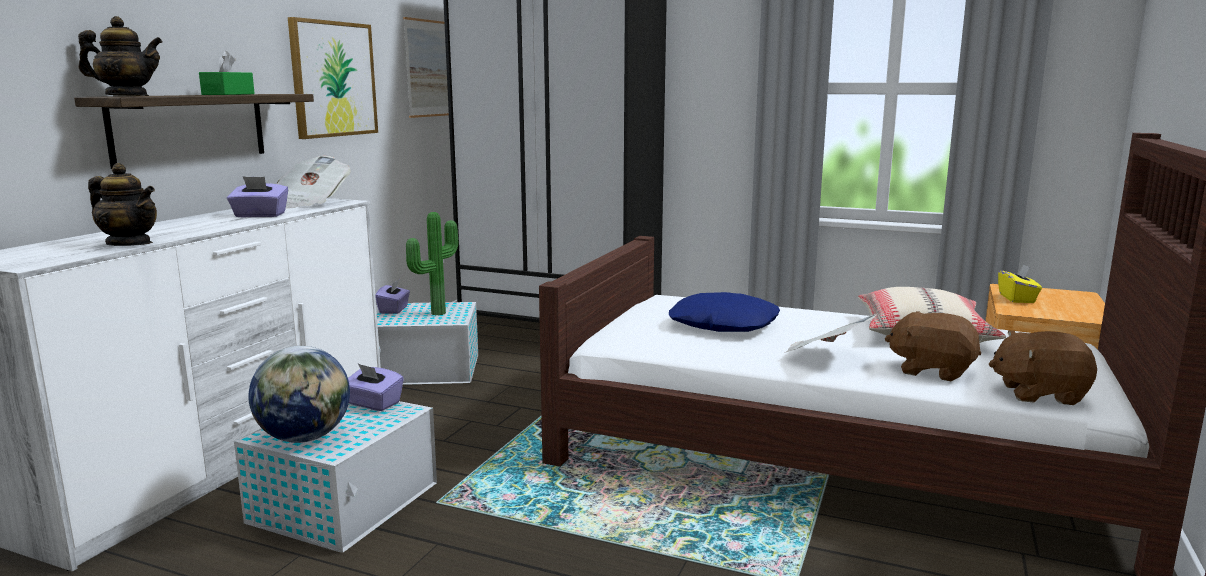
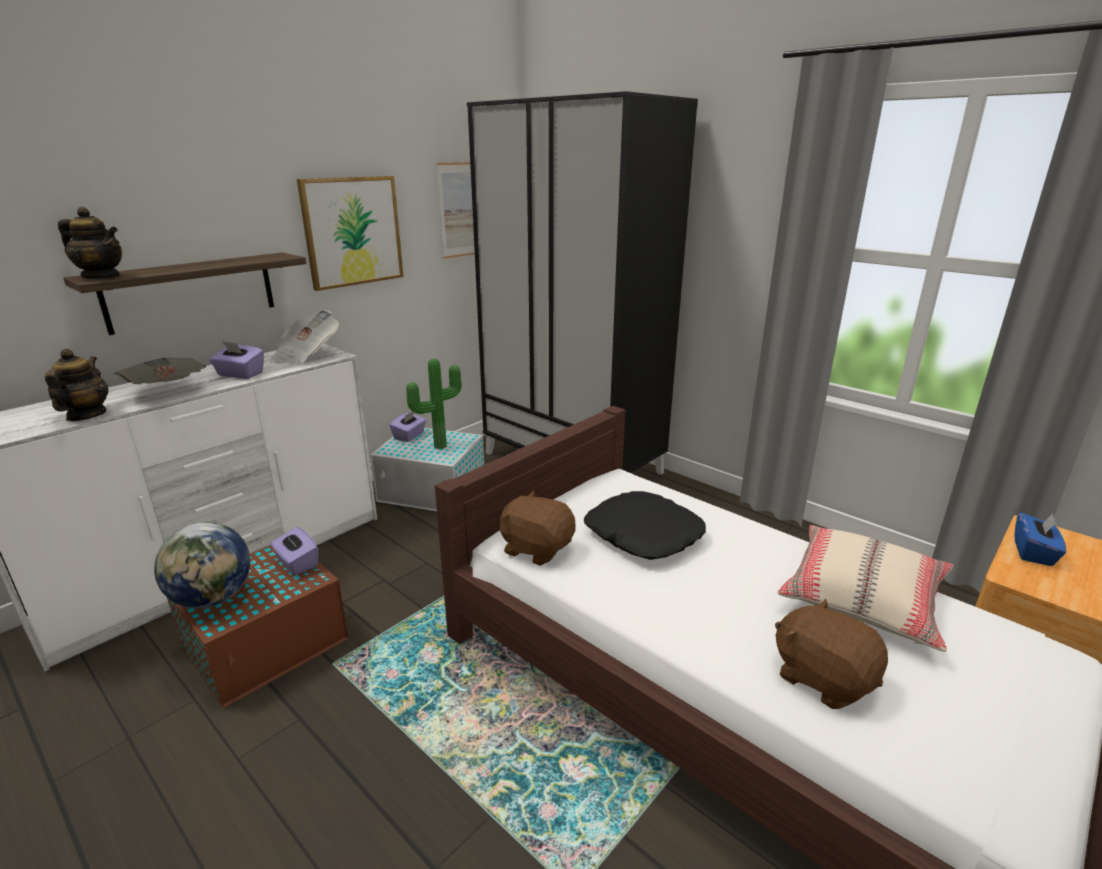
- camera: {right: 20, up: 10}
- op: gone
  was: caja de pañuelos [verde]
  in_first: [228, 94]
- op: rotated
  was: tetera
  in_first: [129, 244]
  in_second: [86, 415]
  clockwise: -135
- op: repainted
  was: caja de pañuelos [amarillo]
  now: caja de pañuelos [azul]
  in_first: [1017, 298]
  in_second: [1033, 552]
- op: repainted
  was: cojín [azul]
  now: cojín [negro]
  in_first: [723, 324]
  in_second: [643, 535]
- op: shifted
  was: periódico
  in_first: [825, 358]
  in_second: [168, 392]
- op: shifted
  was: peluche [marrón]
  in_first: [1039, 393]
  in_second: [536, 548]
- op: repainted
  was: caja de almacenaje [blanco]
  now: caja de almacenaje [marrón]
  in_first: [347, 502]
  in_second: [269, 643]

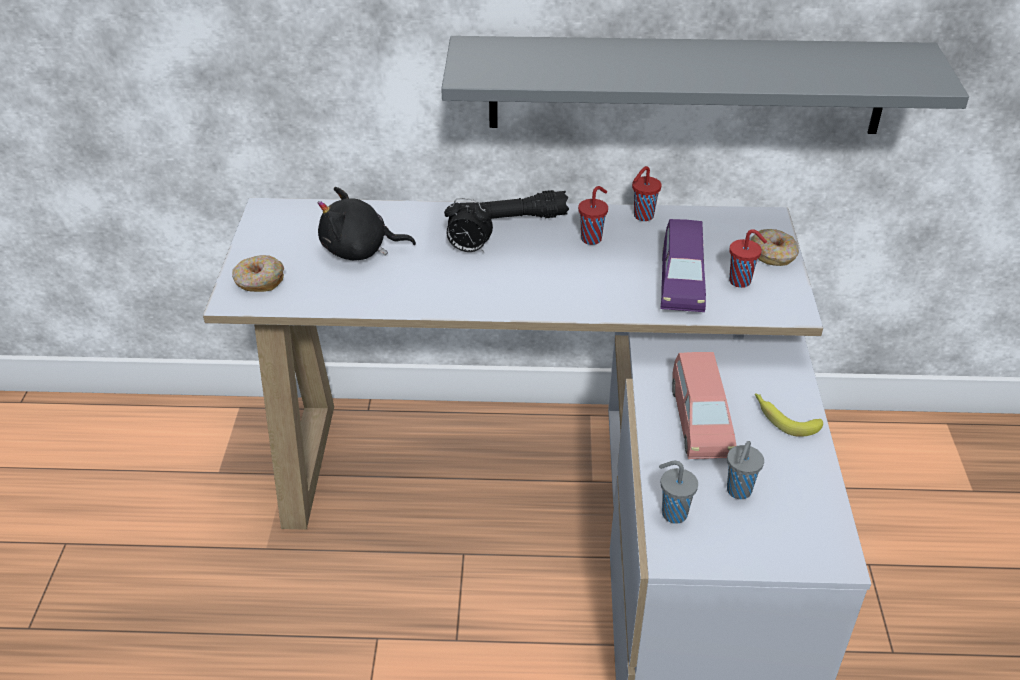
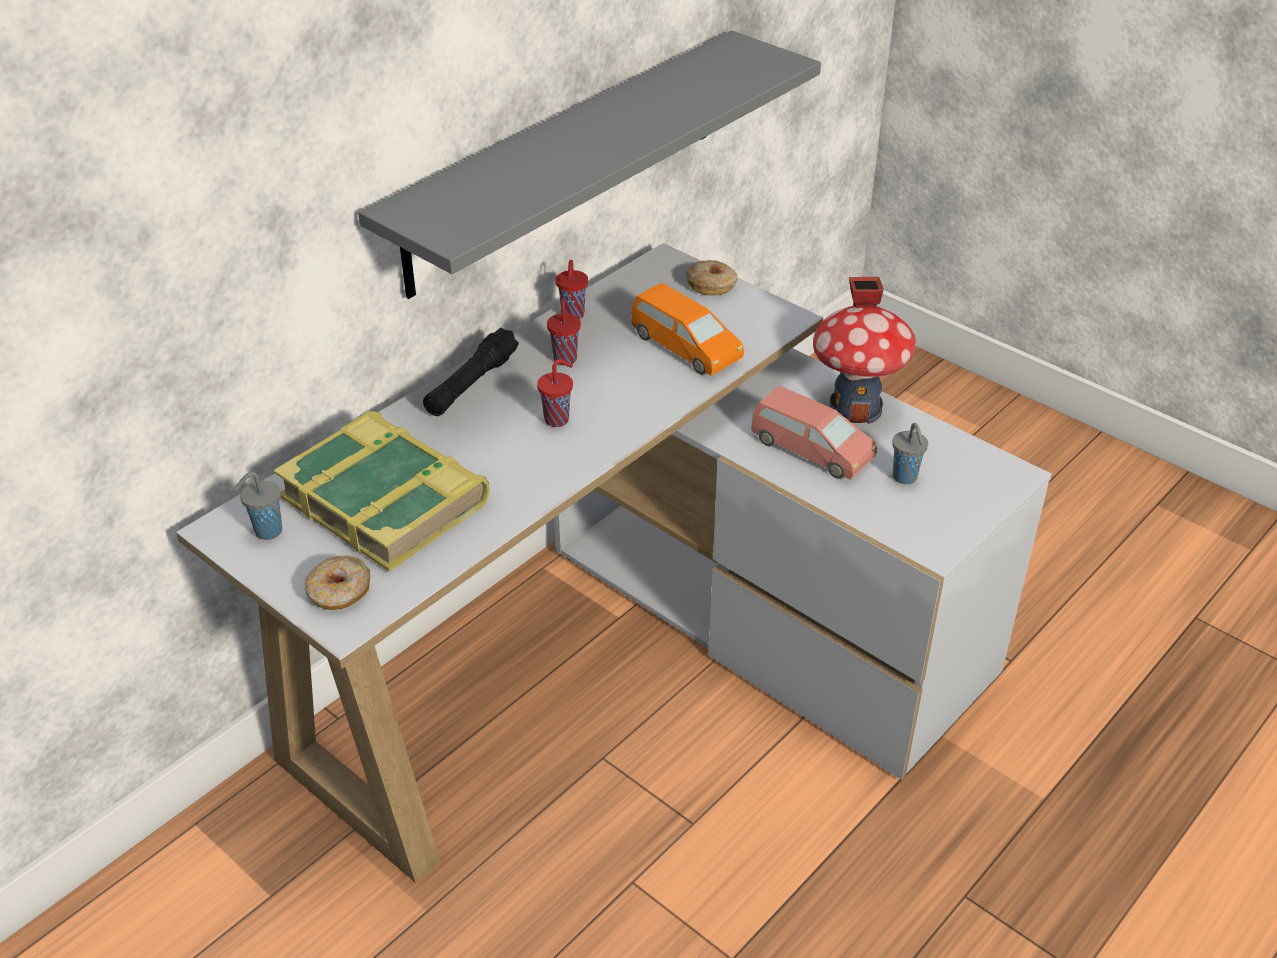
- camera: {right: -50, up: 0}
- op: swapped
  was: peluche [negro]
  now: libro
  in_first: [360, 250]
  in_second: [386, 500]
- op: gone
  was: despertador
  in_first: [468, 250]
- op: repainted
  was: coche de juguete [morado]
  now: coche de juguete [naranja]
  in_first: [681, 282]
  in_second: [685, 347]
- op: shifted
  was: taza [rojo]
  in_first: [741, 281]
  in_second: [558, 419]
- op: swapped
  was: plátano
  now: casita
  in_first: [783, 418]
  in_second: [855, 408]
- op: shifted
  was: taza [gris]
  in_first: [672, 513]
  in_second: [266, 532]

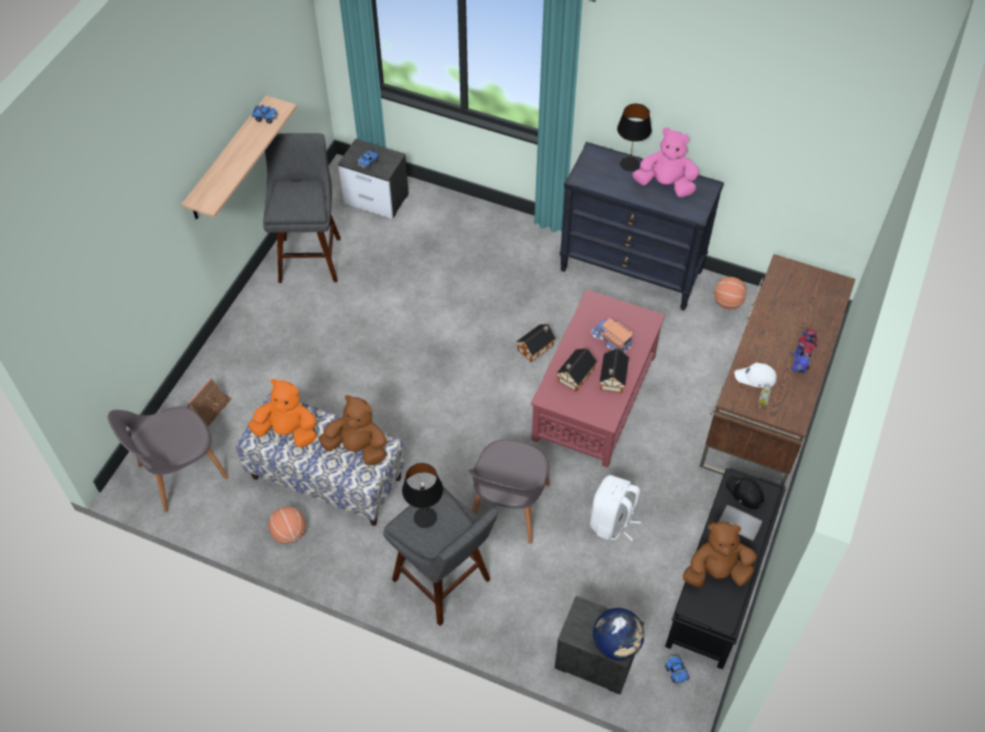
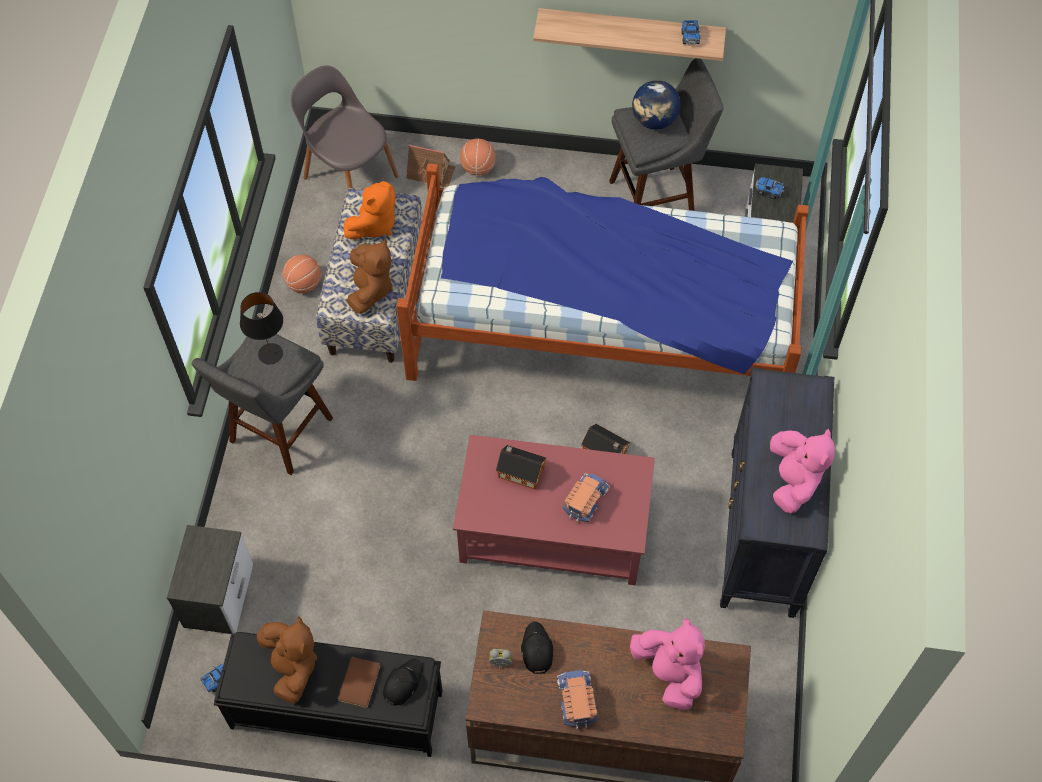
- camera: {right: 75, up: 5}
- op: gone
  was: lámpara de mesa [negro]
  in_first: [629, 164]
- op: shifted
  was: balón de baloncesto
  in_first: [727, 302]
  in_second: [478, 168]
- op: swapped
  was: robot de juguete
  now: camión de juguete
  in_first: [800, 363]
  in_second: [576, 700]
- op: gone
  was: casita
  in_first: [612, 379]
- op: repainted
  was: gorra [blanco]
  now: gorra [negro]
  in_first: [755, 378]
  in_second: [536, 650]
- op: rotated
  was: peluche [naranja]
  in_first: [288, 431]
  in_second: [374, 225]
  clockwise: 45
- op: gone
  was: silla [gris]
  in_first: [508, 507]
- op: gone
  was: mochila [blanco]
  in_first: [612, 521]
- op: repainted
  was: libro [gris]
  now: libro [marrón]
  in_first: [739, 523]
  in_second: [361, 683]
- op: shifted
  was: globo terráqueo
  in_first: [616, 644]
  in_second: [654, 121]
- op: new
  now: cama
  in_second: [600, 329]
- op: new
  now: peluche [rosa]
  in_second: [669, 673]

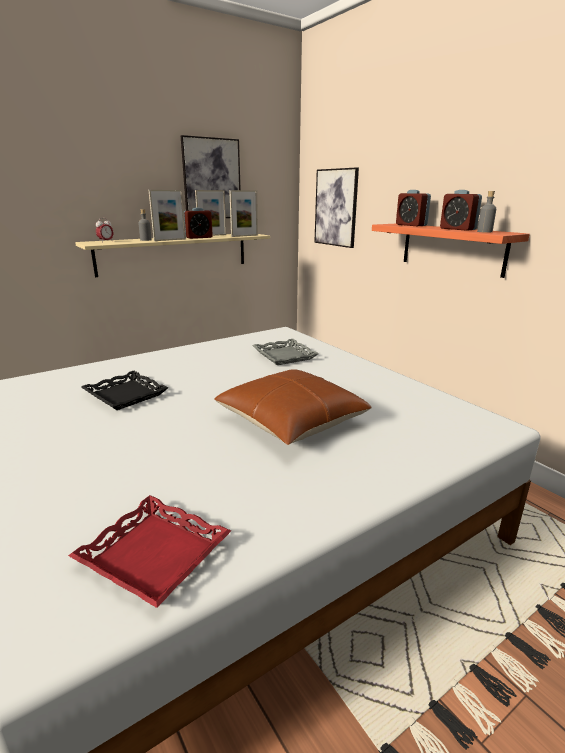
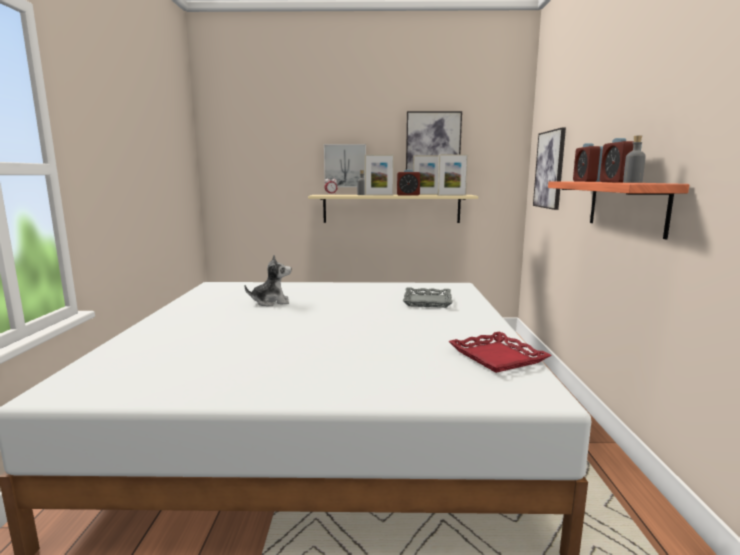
- camera: {right: 35, up: -10}
- op: gone
  was: cojín [marrón]
  in_first: [291, 421]
- op: swapped
  was: bandeja [negro]
  now: peluche
  in_first: [125, 395]
  in_second: [271, 302]
- op: shifted
  was: bandeja [rojo]
  in_first: [155, 554]
  in_second: [498, 357]
- op: new
  now: cuadro
  in_second: [345, 166]

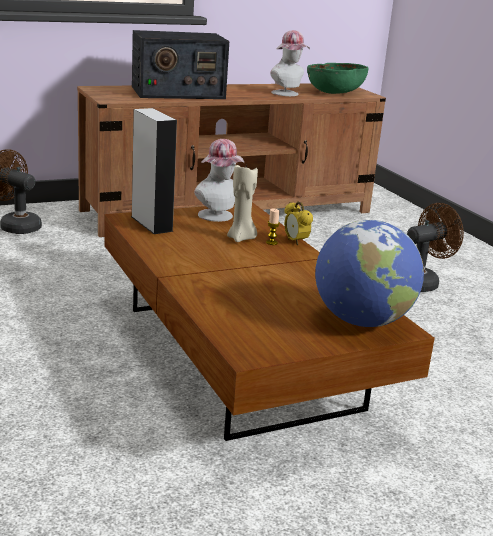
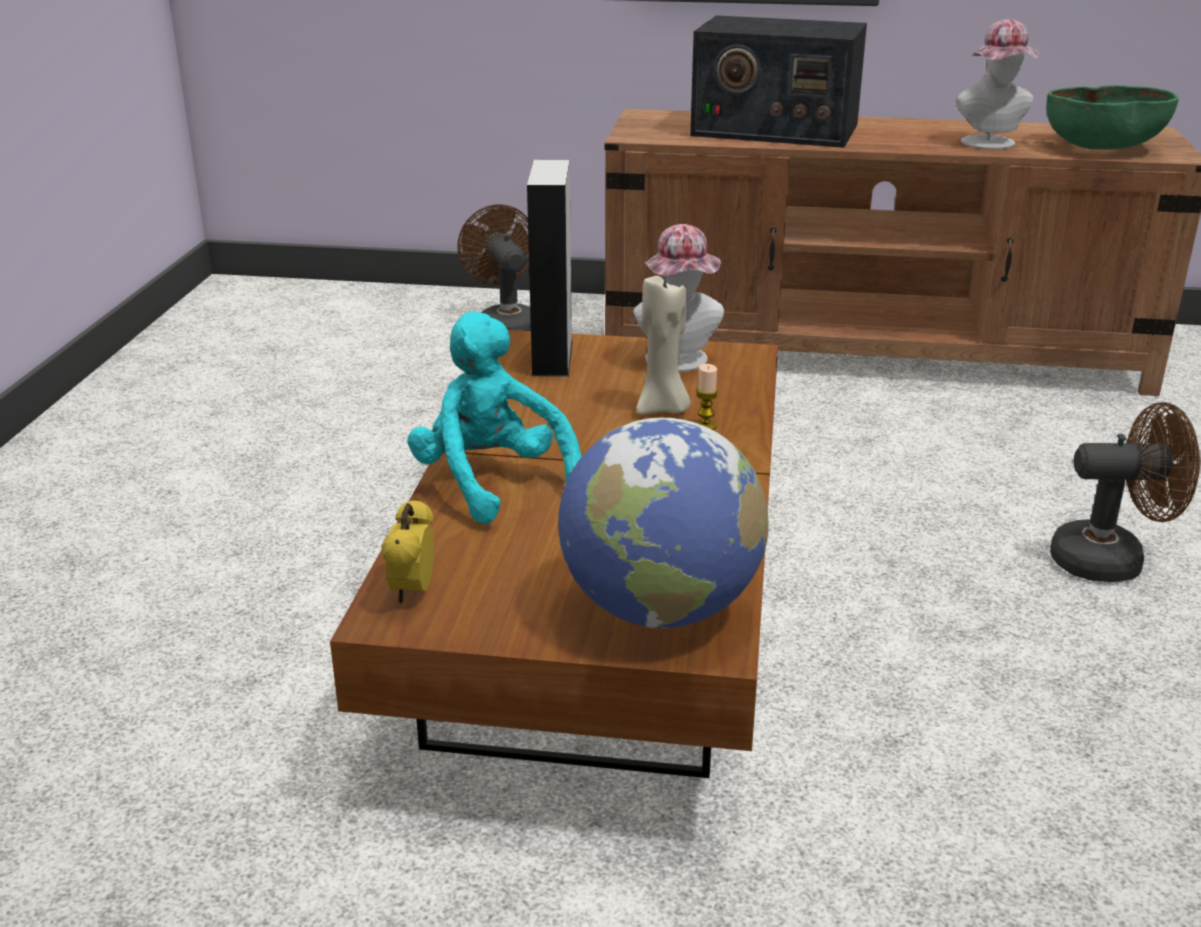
- camera: {right: 35, up: 5}
- op: shifted
  was: despertador
  in_first: [295, 242]
  in_second: [412, 592]
- op: new
  now: peluche [turquesa]
  in_second: [492, 482]

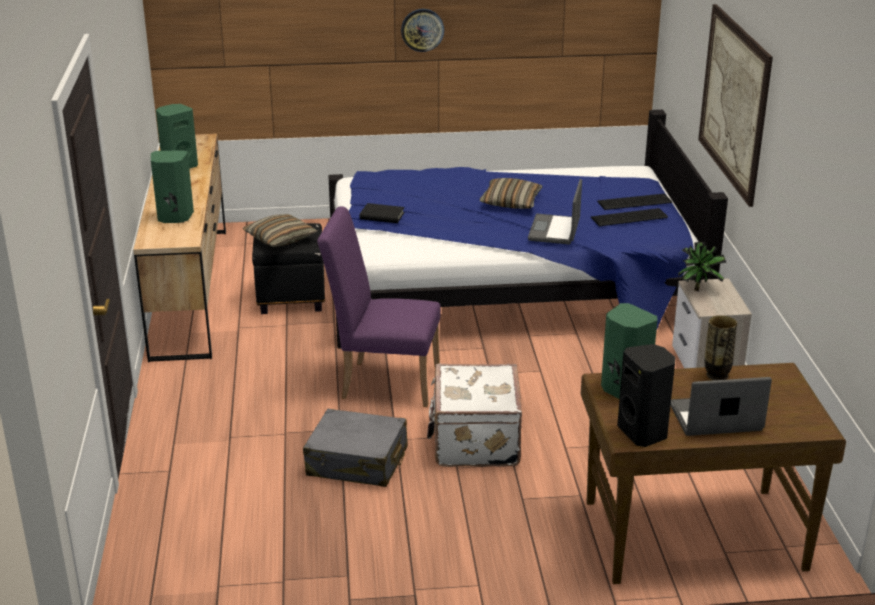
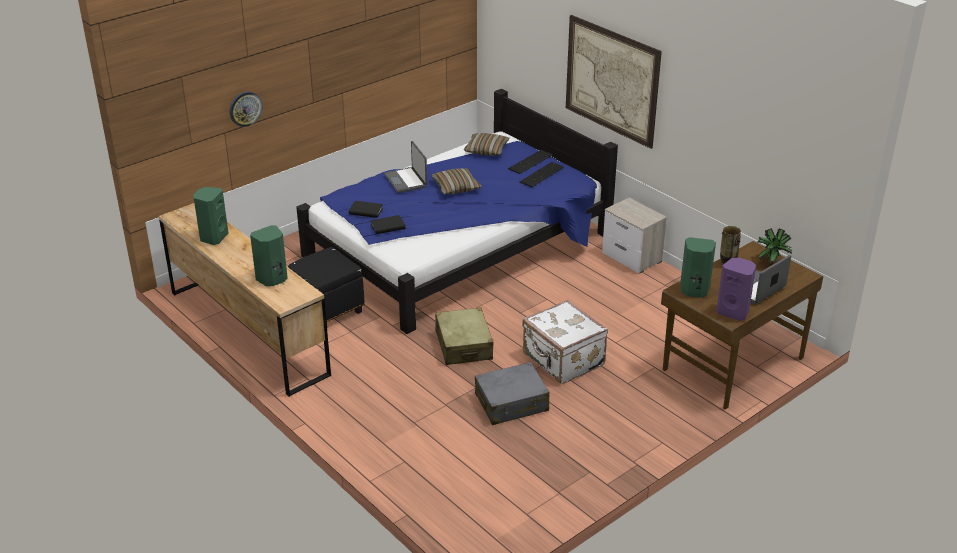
- camera: {right: -35, up: 5}
- op: shifted
  was: reloj de pared
  in_first: [422, 30]
  in_second: [245, 108]
- op: shifted
  was: portátil
  in_first: [555, 230]
  in_second: [406, 181]
- op: swapped
  was: silla [morado]
  now: maleta [beis]
  in_first: [383, 382]
  in_second: [463, 345]
- op: shifted
  was: cojín
  in_first: [280, 238]
  in_second: [486, 150]
- op: shifted
  was: planta en maceta
  in_first: [699, 289]
  in_second: [771, 263]
- op: repainted
  was: altavoz [negro]
  now: altavoz [morado]
  in_first: [644, 433]
  in_second: [733, 312]
- op: new
  now: libro [negro]
  in_second: [366, 211]

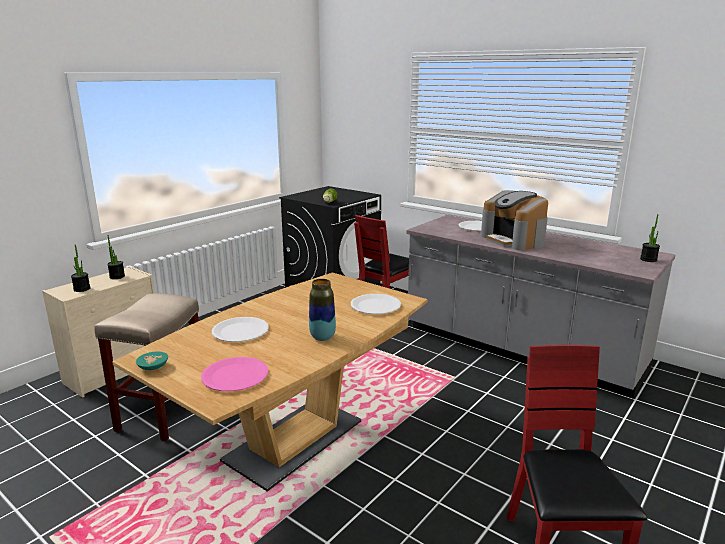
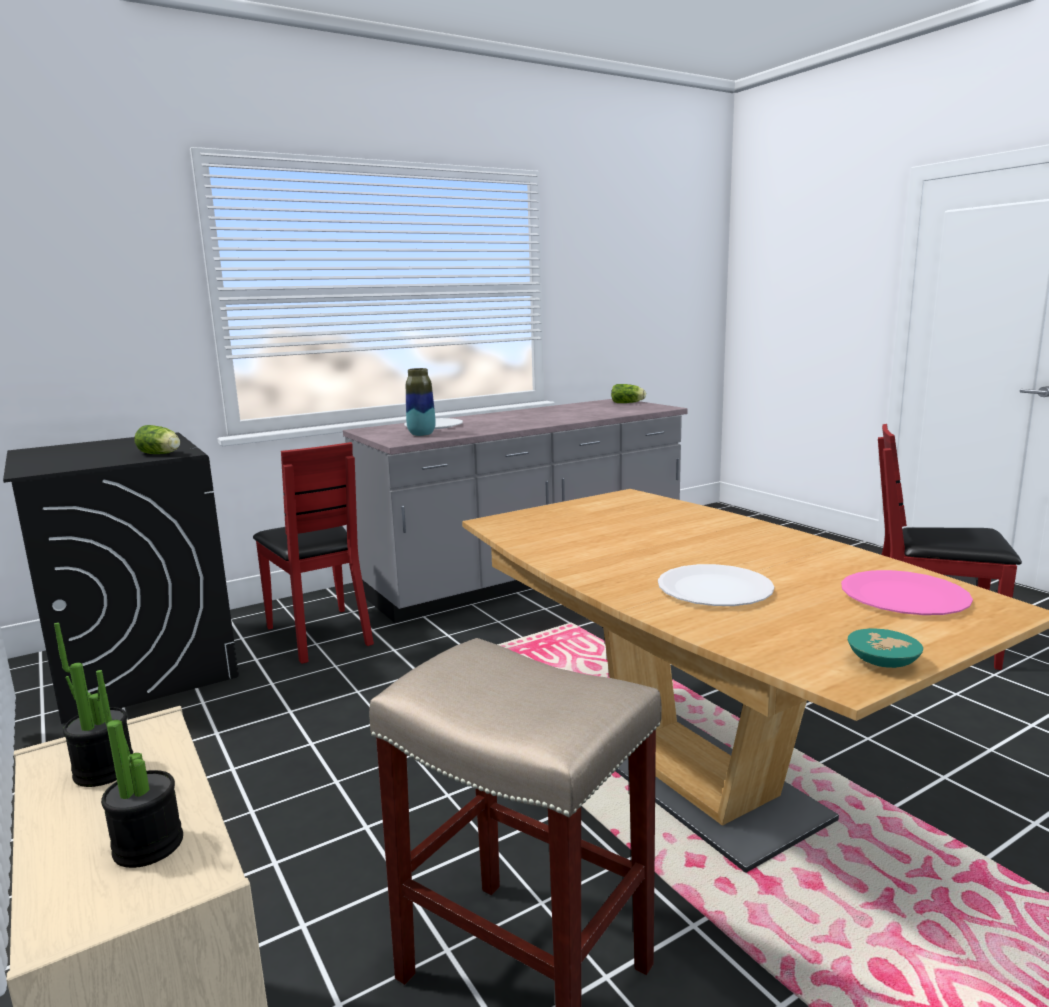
- camera: {right: -70, up: -5}
- op: gone
  was: cafetera
  in_first: [513, 240]
- op: swapped
  was: planta en maceta
  now: lechuga
  in_first: [648, 259]
  in_second: [628, 403]
- op: shifted
  was: florero
  in_first: [322, 337]
  in_second: [421, 434]
- op: gone
  was: plato [blanco]
  in_first: [375, 306]

